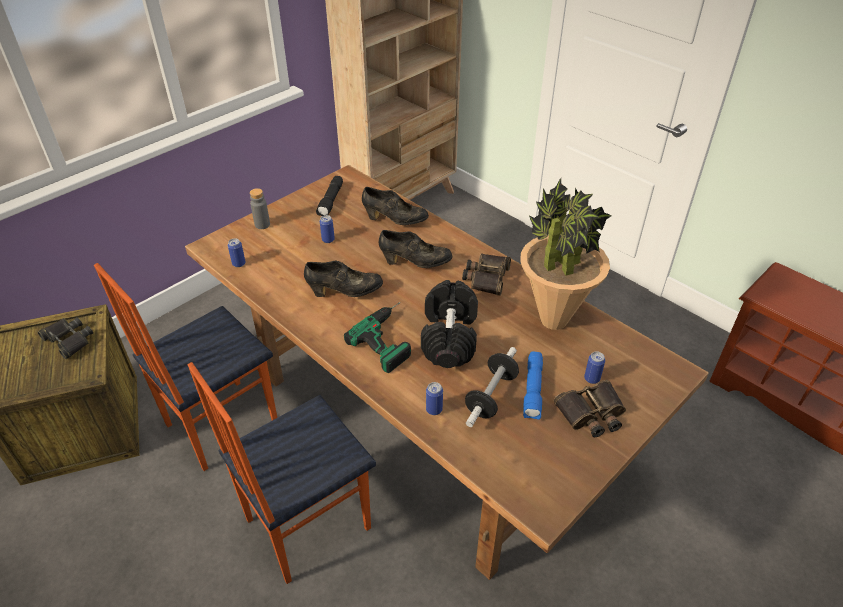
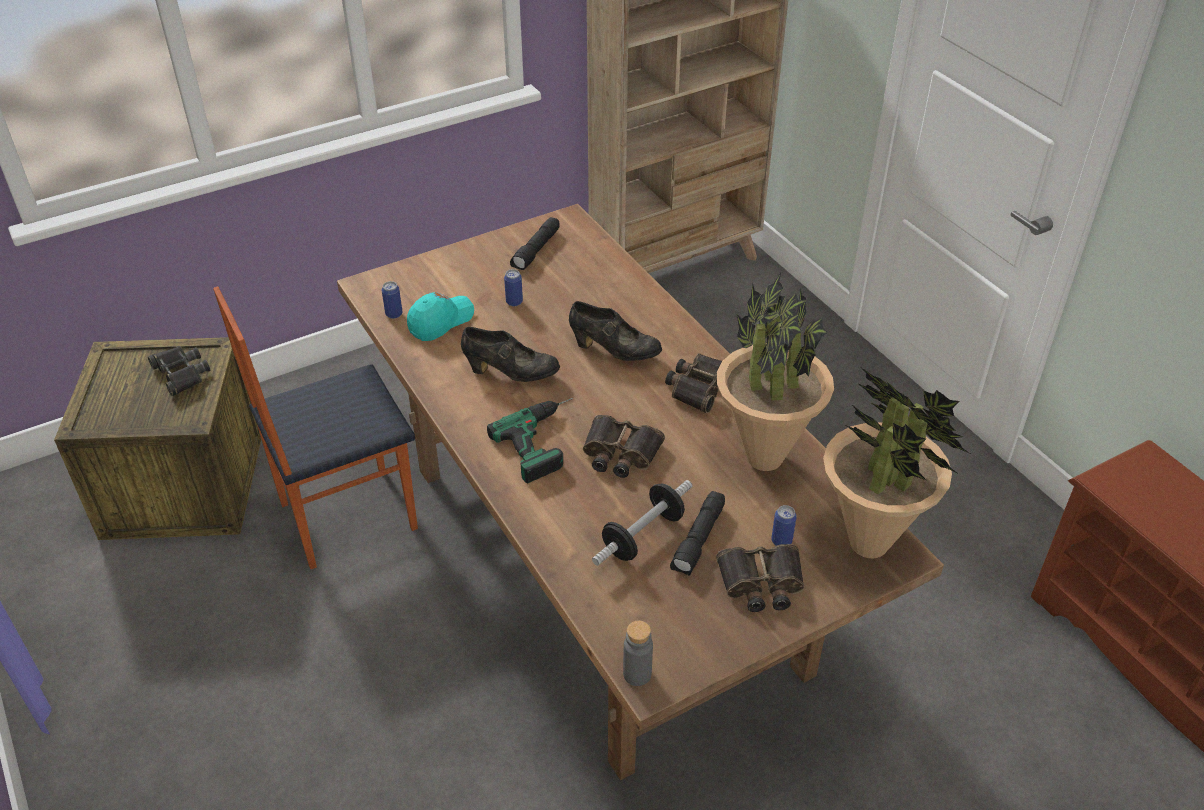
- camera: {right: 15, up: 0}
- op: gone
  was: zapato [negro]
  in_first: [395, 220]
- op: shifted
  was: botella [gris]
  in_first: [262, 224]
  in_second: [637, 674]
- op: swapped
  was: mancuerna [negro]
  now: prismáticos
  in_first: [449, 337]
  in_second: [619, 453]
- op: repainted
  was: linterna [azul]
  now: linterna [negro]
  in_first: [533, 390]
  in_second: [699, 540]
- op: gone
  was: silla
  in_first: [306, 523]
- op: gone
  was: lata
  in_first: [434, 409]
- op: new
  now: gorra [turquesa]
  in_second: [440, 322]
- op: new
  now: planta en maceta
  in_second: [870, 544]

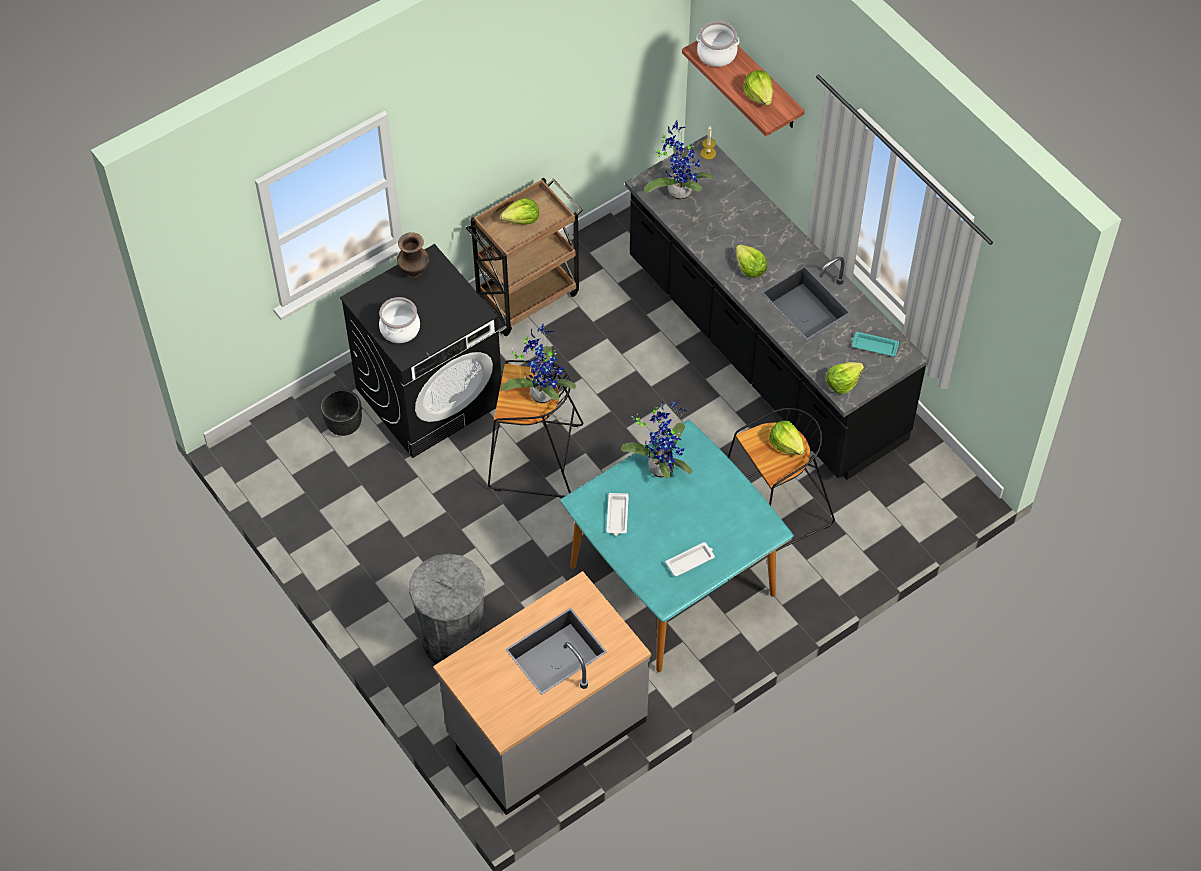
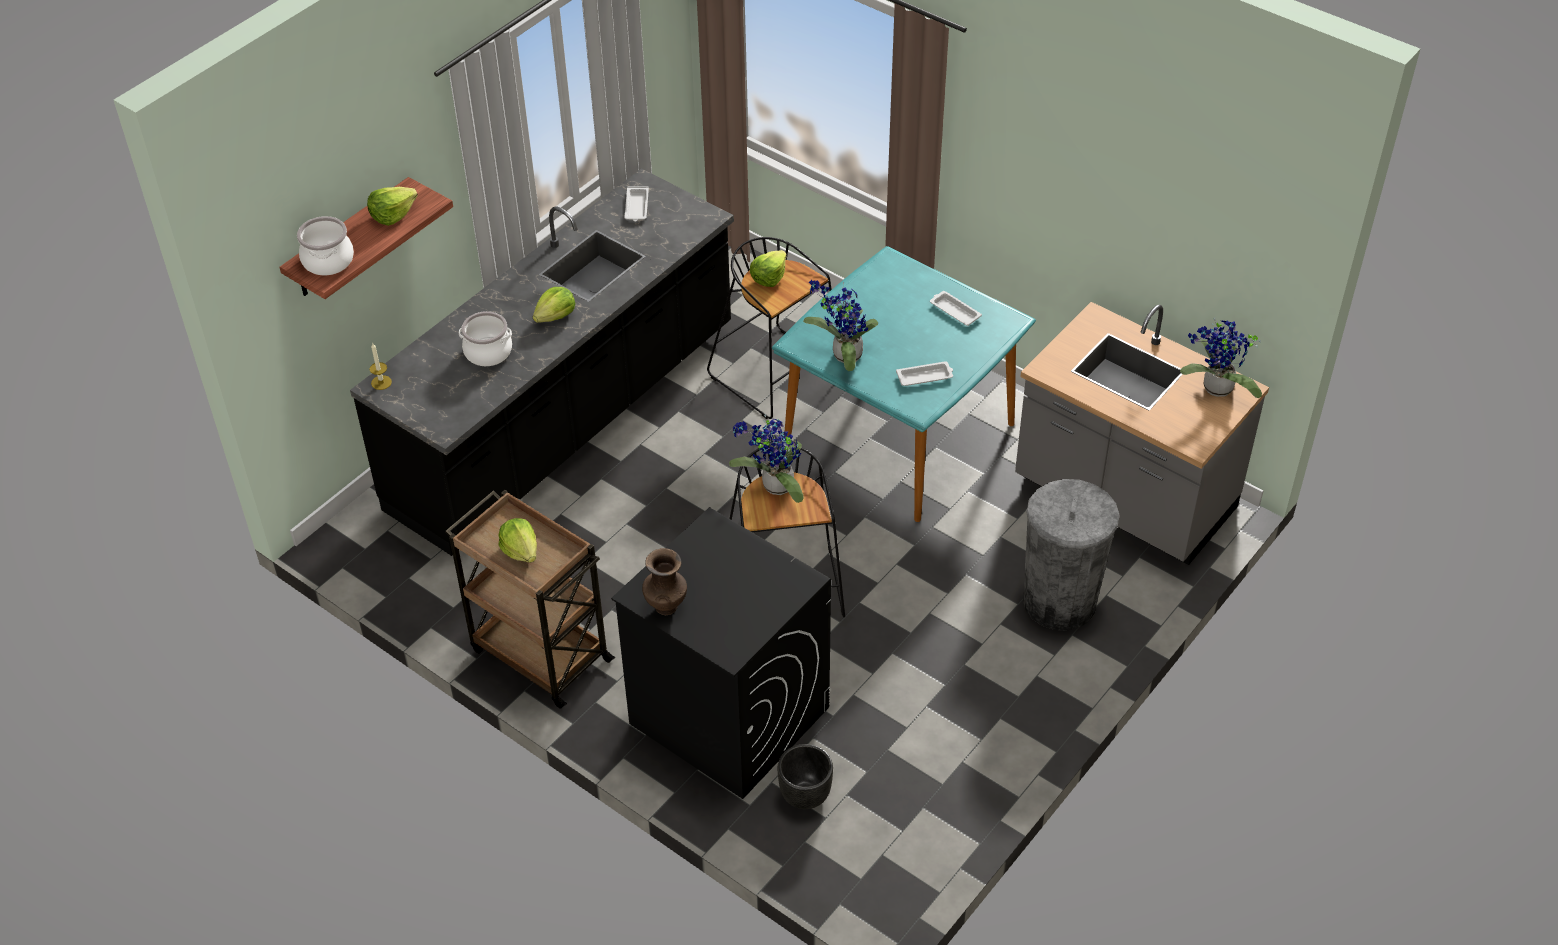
- camera: {right: -105, up: -10}
- op: shifted
  was: planta en maceta
  in_first: [678, 190]
  in_second: [1215, 390]
- op: shifted
  was: olla
  in_first: [399, 329]
  in_second: [488, 352]
- op: repainted
  was: bandeja [turquesa]
  now: bandeja [blanco]
  in_first: [874, 346]
  in_second: [636, 207]
- op: gone
  was: lechuga
  in_first: [842, 382]

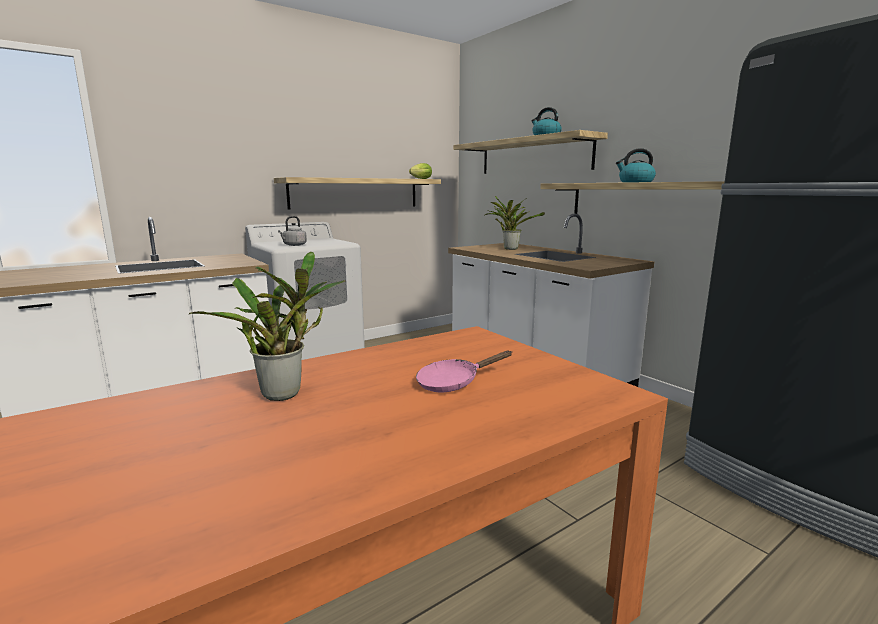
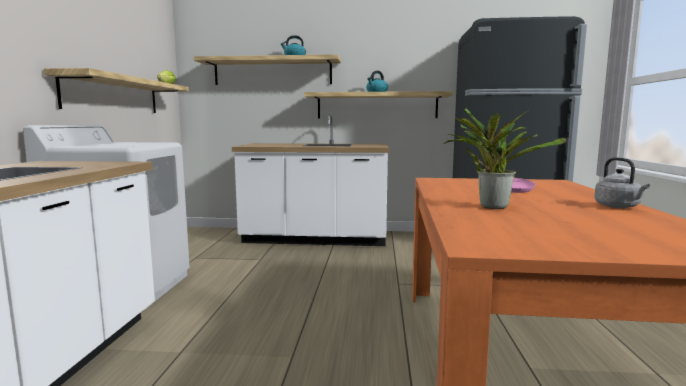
- camera: {right: -50, up: -5}
- op: gone
  was: planta en maceta
  in_first: [509, 248]
- op: shifted
  was: hervidor [gris]
  in_first: [294, 245]
  in_second: [618, 207]

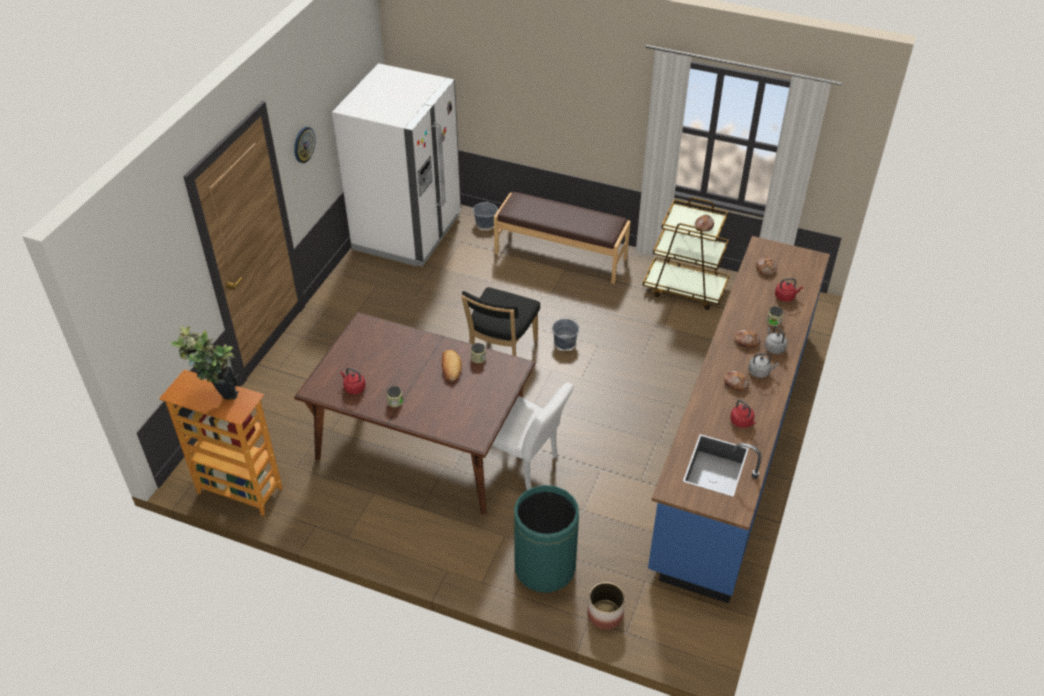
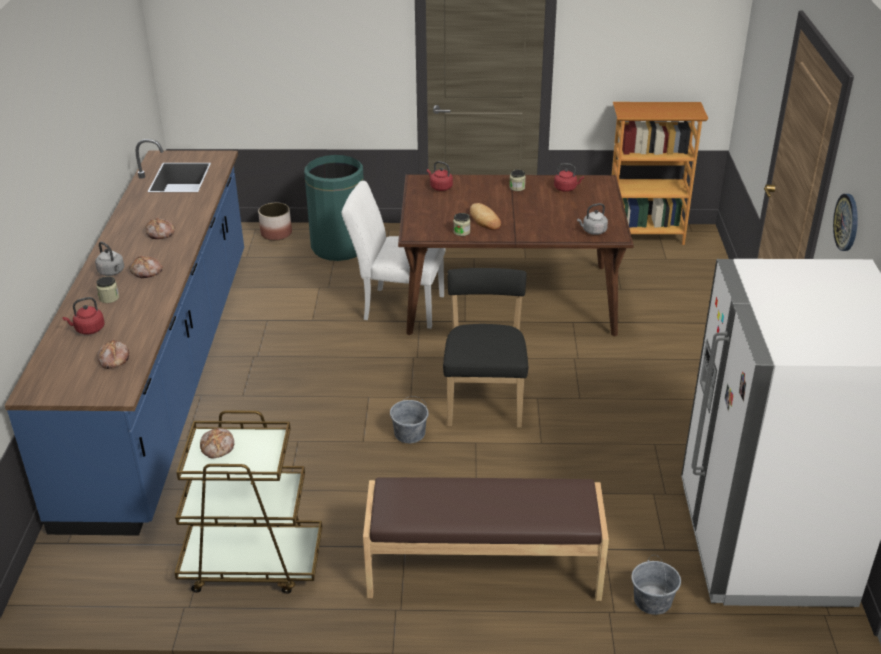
- camera: {right: 160, up: -10}
- op: gone
  was: planta en maceta
  in_first: [217, 395]
- op: shifted
  was: hervidor [gris]
  in_first: [760, 372]
  in_second: [593, 231]
- op: shifted
  was: hervidor [rojo]
  in_first: [742, 422]
  in_second: [440, 187]

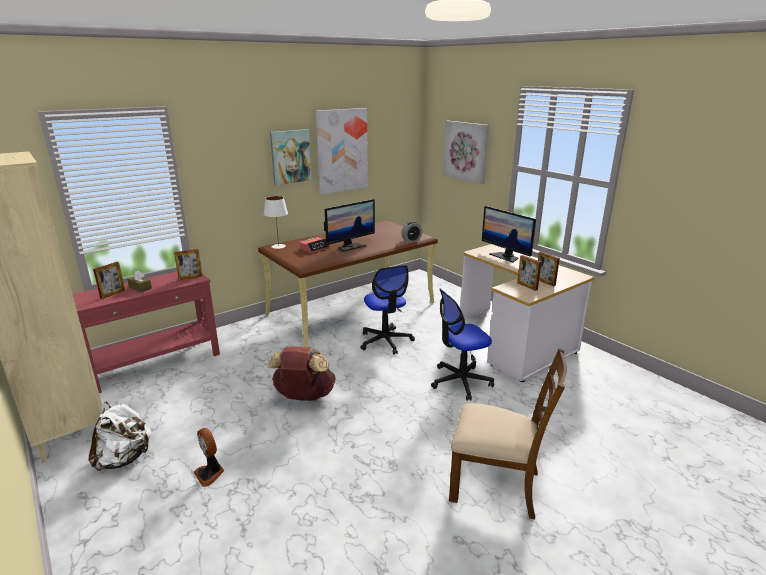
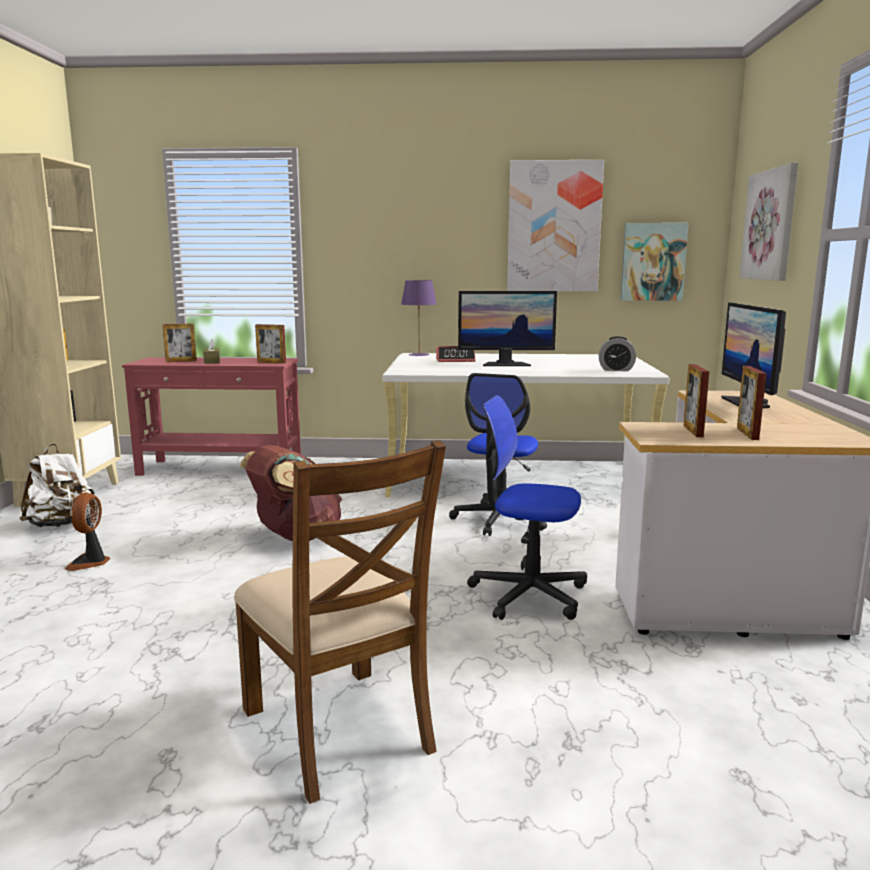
- camera: {right: 40, up: -10}
- op: shifted
  was: cuadro
  in_first: [290, 156]
  in_second: [653, 262]
- op: repainted
  was: lámpara de mesa [blanco]
  now: lámpara de mesa [morado]
  in_first: [278, 246]
  in_second: [418, 354]
- op: repainted
  was: escritorio [marrón]
  now: escritorio [blanco]
  in_first: [352, 308]
  in_second: [517, 478]

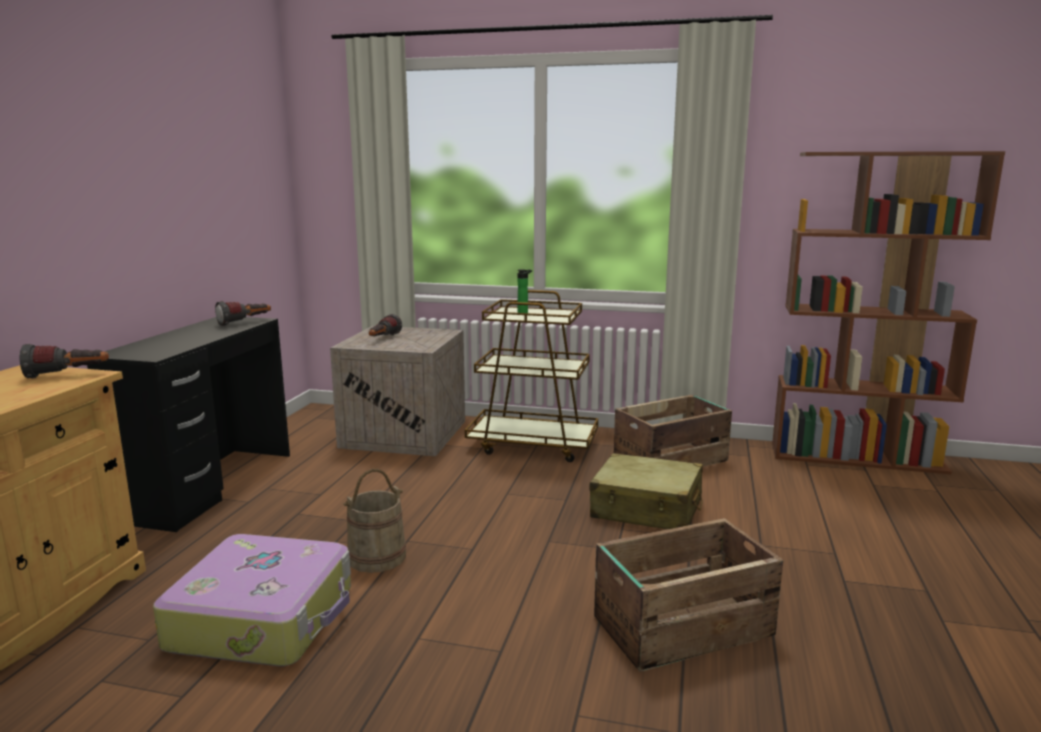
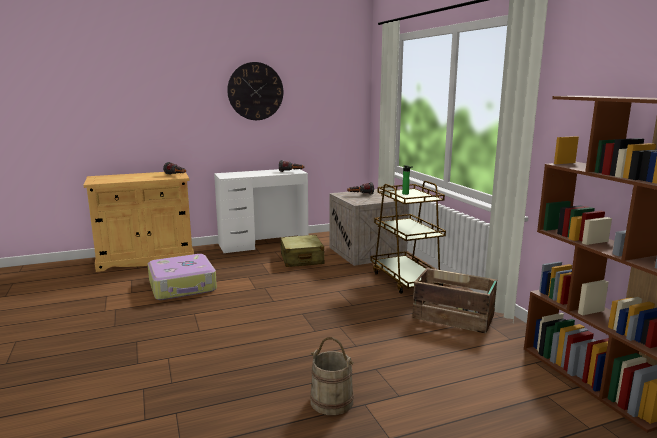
- camera: {right: 55, up: 0}
- op: repainted
  was: escritorio [negro]
  now: escritorio [blanco]
  in_first: [210, 485]
  in_second: [263, 243]
- op: shifted
  was: maleta [beis]
  in_first: [646, 509]
  in_second: [301, 259]
- op: shifted
  was: cubo [beis]
  in_first: [377, 556]
  in_second: [332, 401]
- op: gone
  was: caja de embalaje
  in_first: [680, 626]
- op: new
  now: reloj de pared
  in_second: [255, 91]

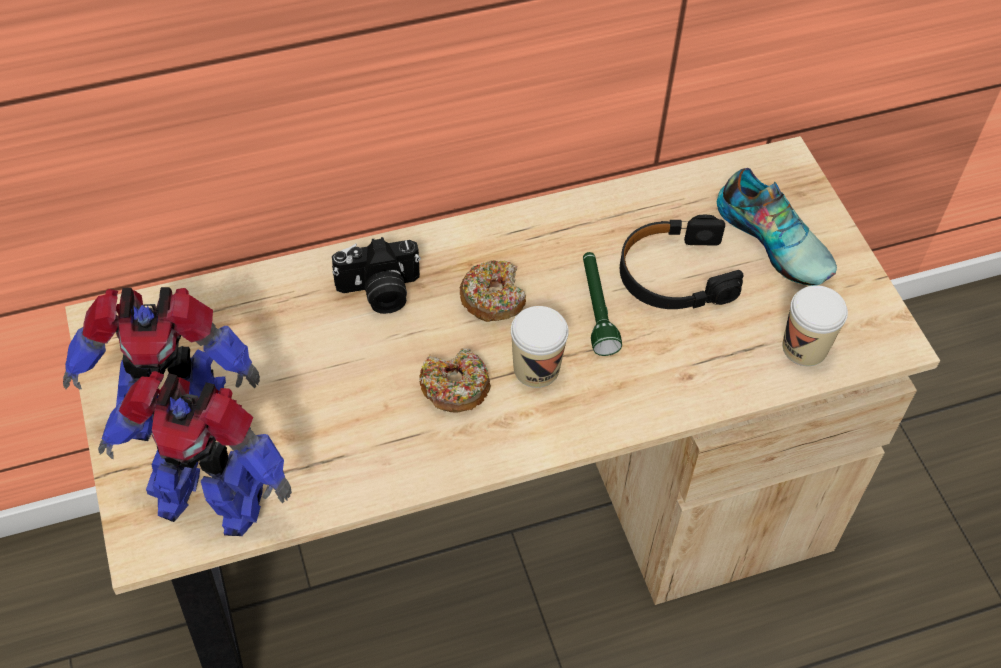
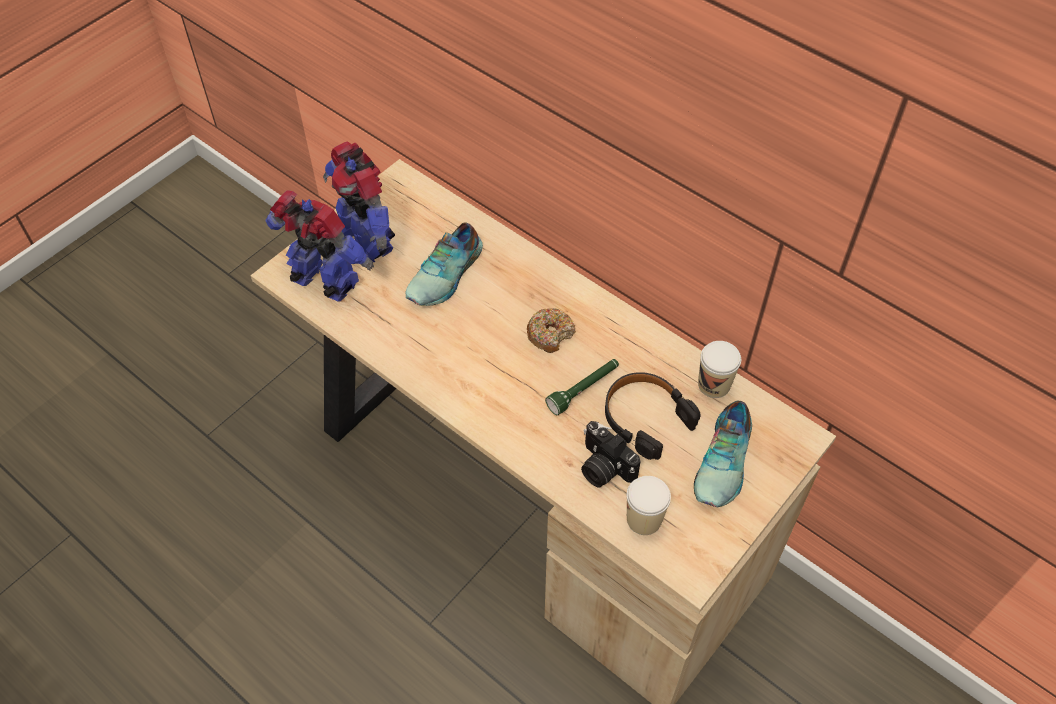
- camera: {right: 60, up: 0}
- op: shifted
  was: cámara
  in_first: [380, 292]
  in_second: [603, 468]
- op: shifted
  was: taza
  in_first: [536, 369]
  in_second: [714, 384]
- op: gone
  was: rosquilla
  in_first: [454, 387]
- op: rotated
  was: robot de juguete
  in_first: [210, 499]
  in_second: [325, 283]
  clockwise: 135
- op: new
  now: zapato
  in_second: [447, 275]

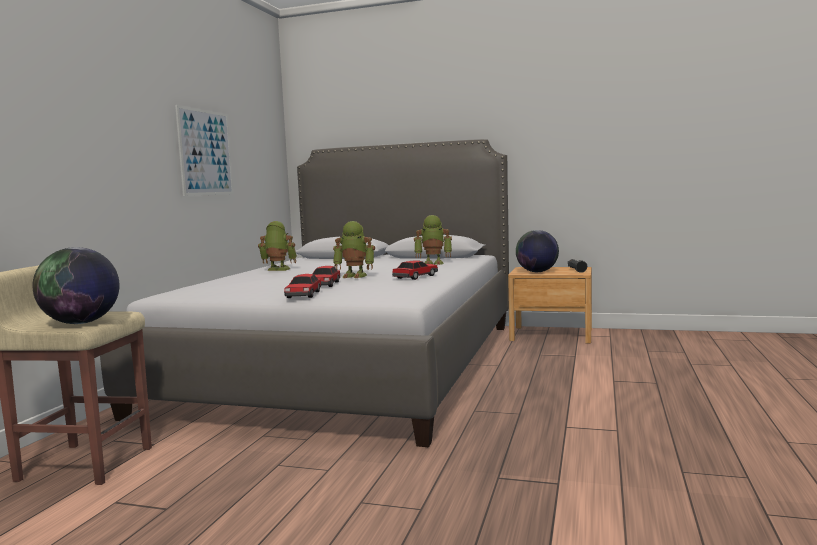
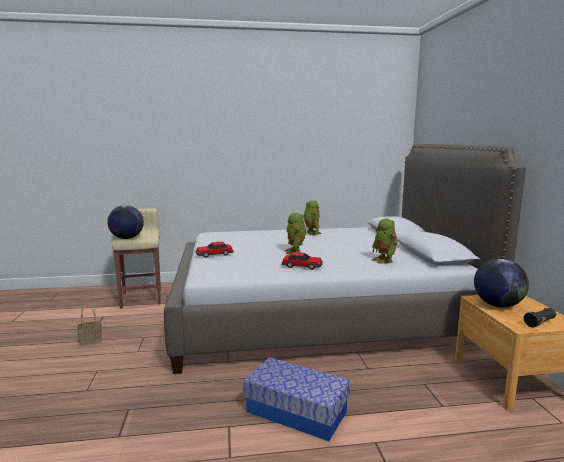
- camera: {right: 65, up: 5}
- op: gone
  was: cuadro
  in_first: [205, 152]
- op: gone
  was: coche de juguete
  in_first: [324, 284]
- op: new
  now: cesta
  in_second: [91, 339]
- op: new
  now: caja de almacenaje
  in_second: [296, 411]

